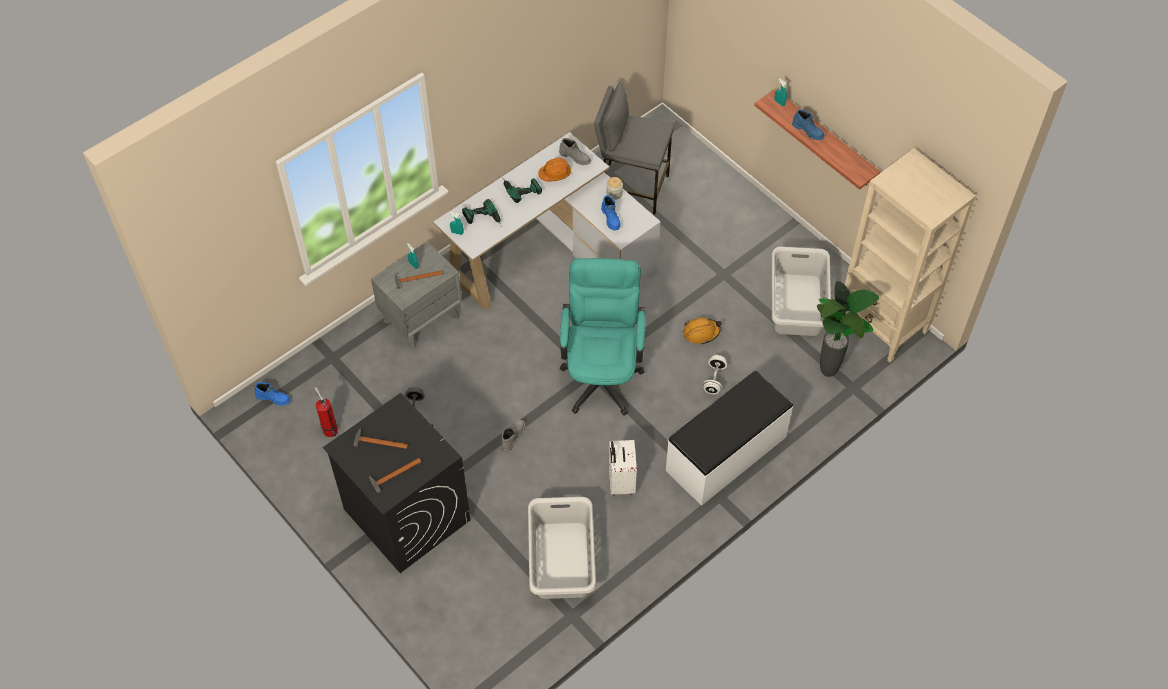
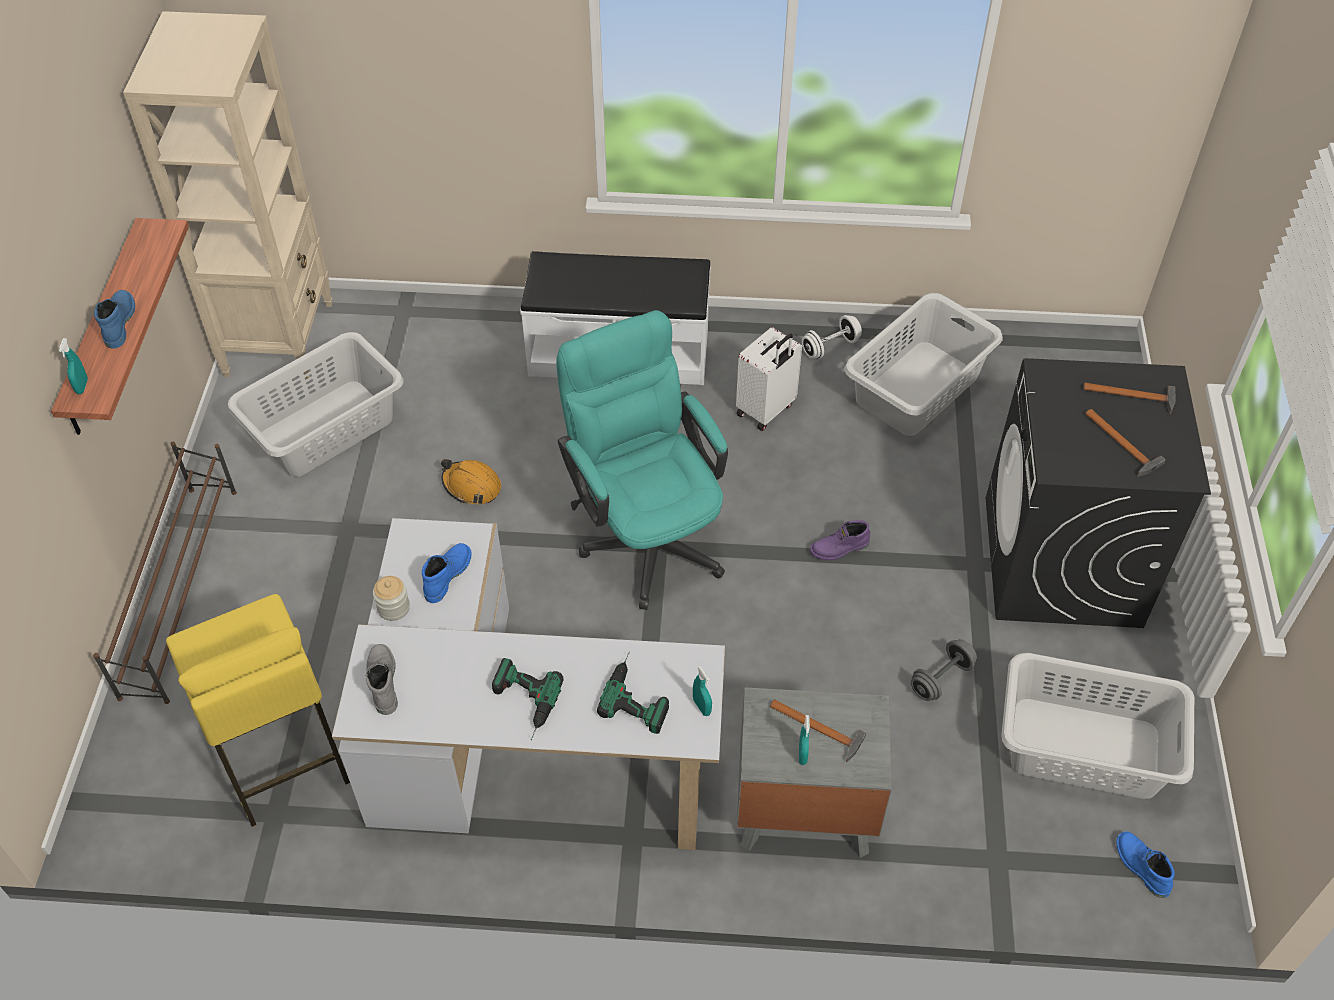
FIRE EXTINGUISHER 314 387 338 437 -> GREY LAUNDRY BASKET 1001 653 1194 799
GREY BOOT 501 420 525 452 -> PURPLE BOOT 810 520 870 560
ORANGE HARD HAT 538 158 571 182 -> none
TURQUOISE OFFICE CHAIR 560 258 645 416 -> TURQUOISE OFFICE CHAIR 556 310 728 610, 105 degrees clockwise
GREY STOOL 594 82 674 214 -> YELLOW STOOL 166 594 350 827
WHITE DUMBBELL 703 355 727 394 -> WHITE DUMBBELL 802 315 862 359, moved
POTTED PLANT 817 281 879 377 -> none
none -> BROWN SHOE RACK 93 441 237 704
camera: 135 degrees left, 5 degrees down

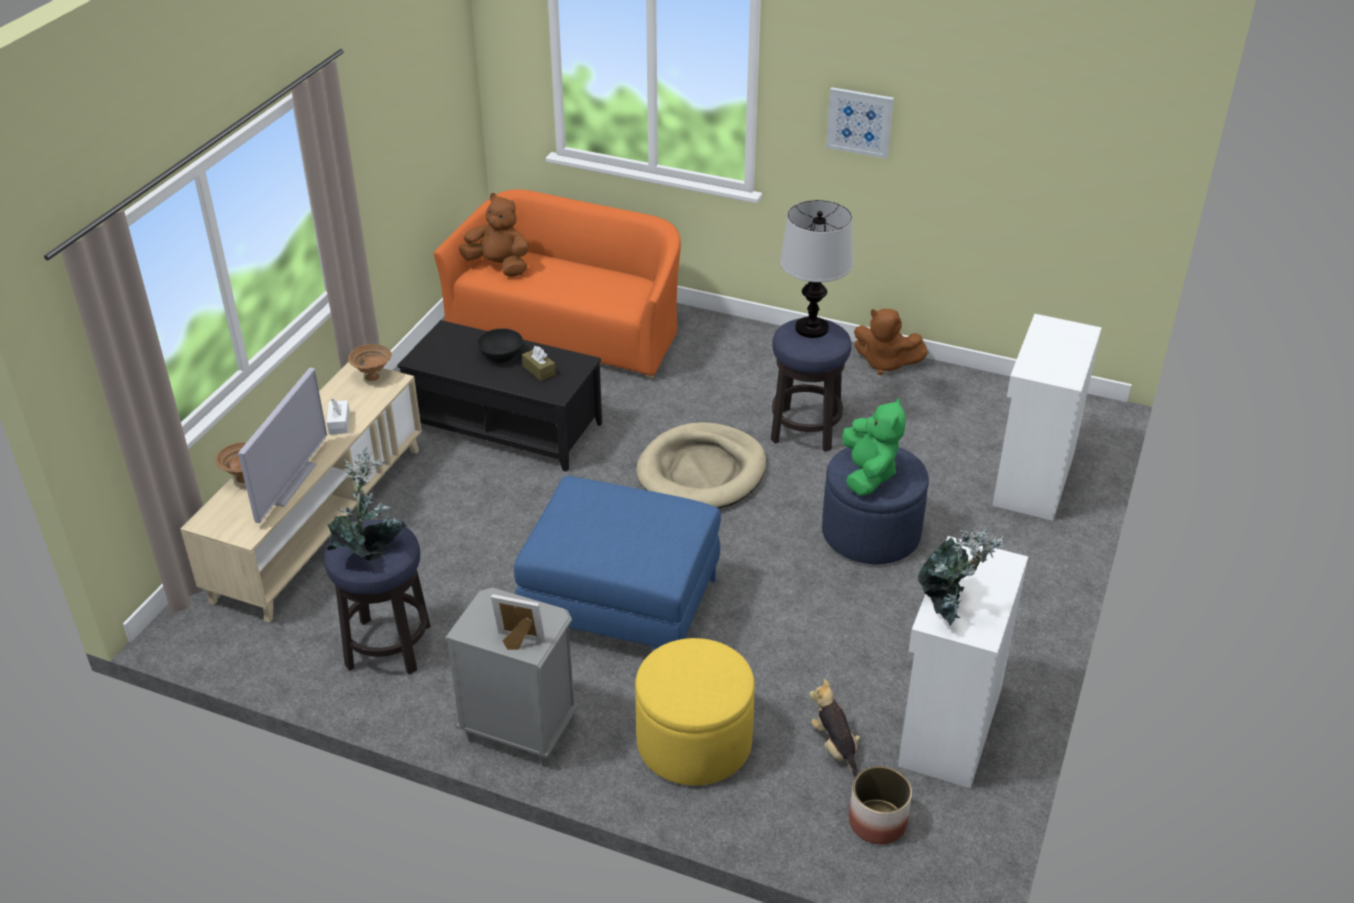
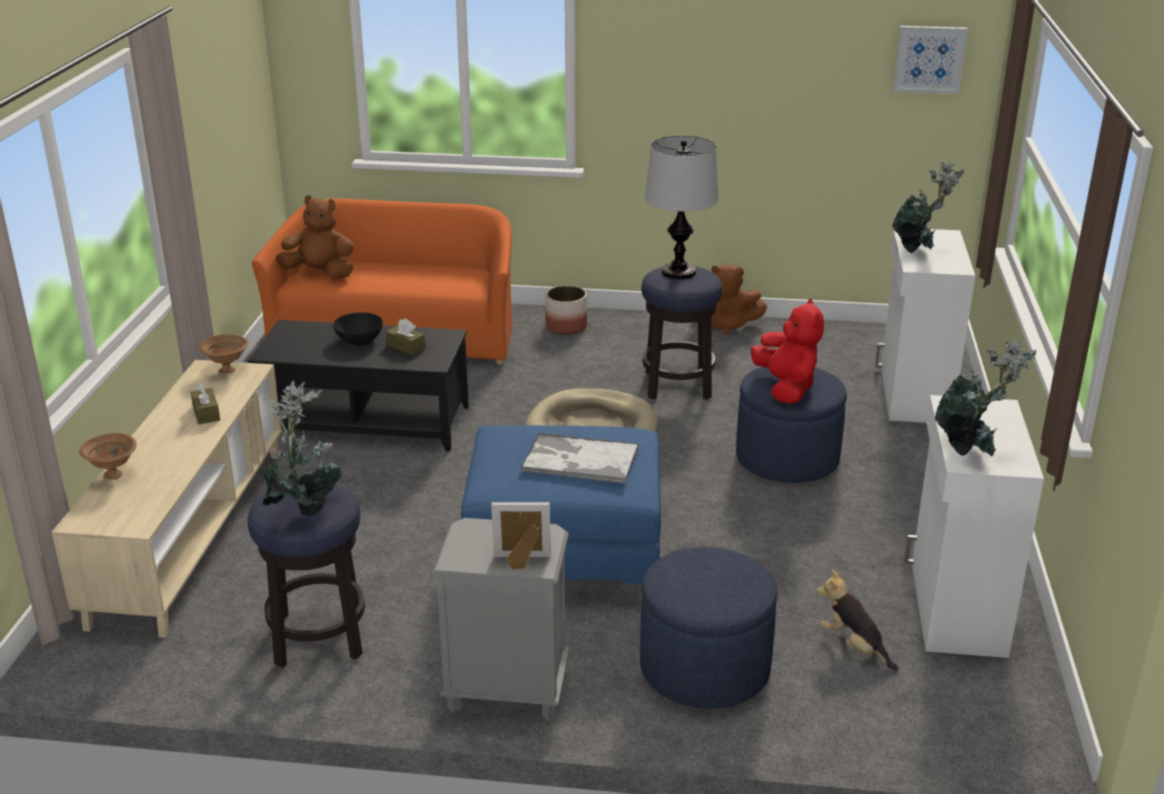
TELEVISION 238 367 327 523 -> none
WHITE TISSUE BOX 327 398 350 435 -> BROWN TISSUE BOX 191 383 220 424
YELLOW OTTOMAN 635 638 755 785 -> BLUE OTTOMAN 640 547 777 708
PICTURE 826 87 894 159 -> PICTURE 893 26 968 94, moved
GREEN PLUSH TOY 842 398 905 496 -> RED PLUSH TOY 751 299 824 404
PLANTER 849 766 912 844 -> PLANTER 546 285 587 335, moved
none -> TRAY 520 433 639 484
none -> POTTED PLANT 892 161 964 253
camera: 15 degrees left, 10 degrees down

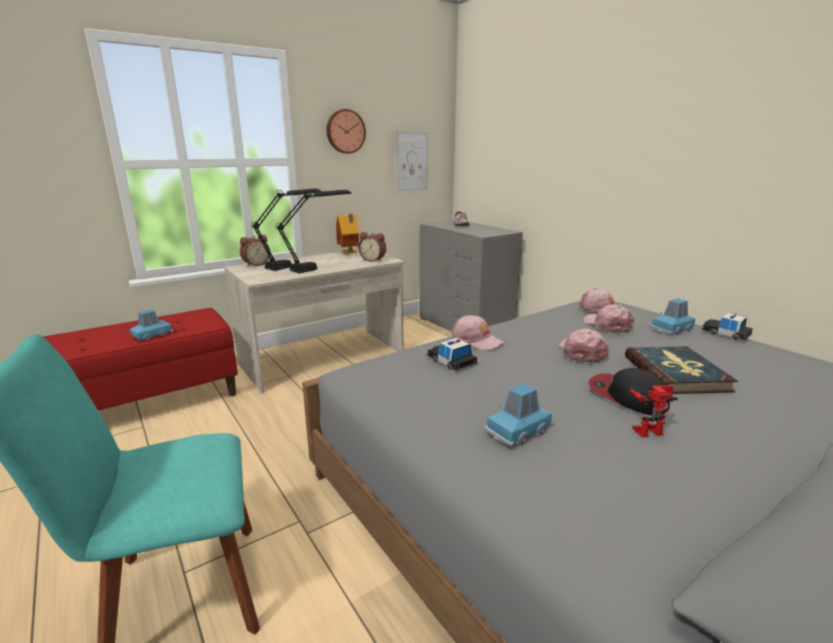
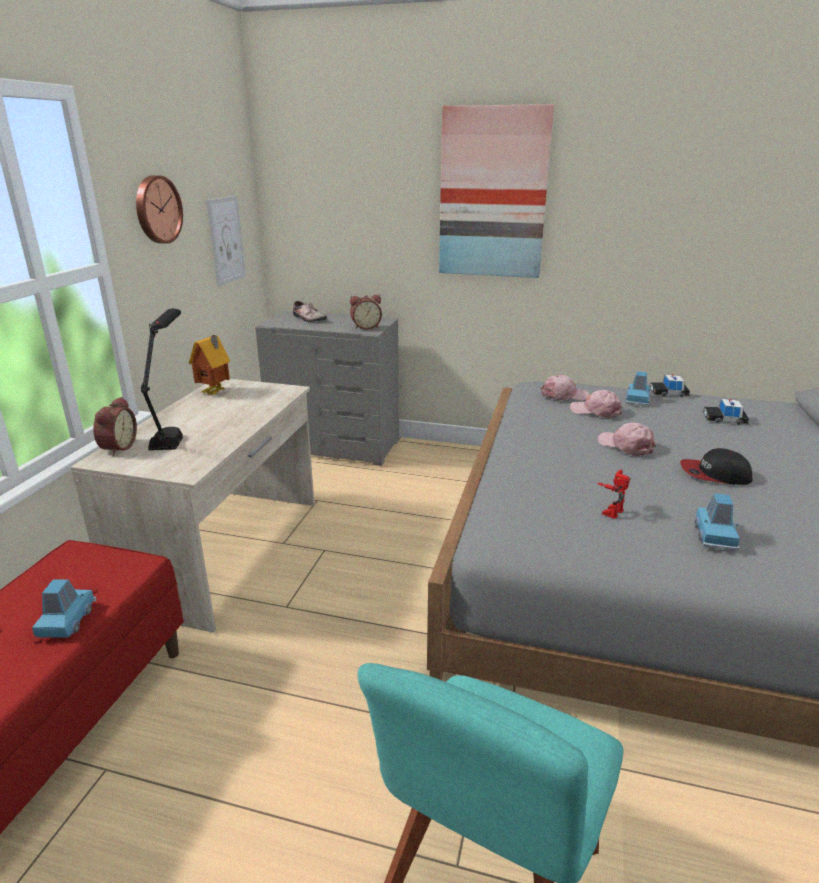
BLACK TABLE LAMP 276 190 352 273 -> none
ALARM CLOCK 358 232 386 262 -> ALARM CLOCK 350 295 382 330, moved
TOY CAR 427 338 478 371 -> TOY CAR 703 399 749 425, moved
PINK CAP 451 315 504 351 -> none
BOOK 625 346 738 394 -> none
TOY ROBOT 630 385 678 437 -> TOY ROBOT 597 469 631 519, moved
none -> PICTURE 439 104 554 278
camera: 40 degrees left, 5 degrees up

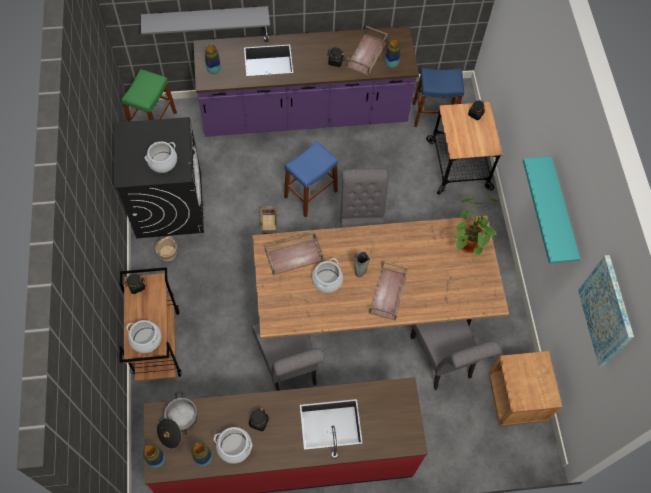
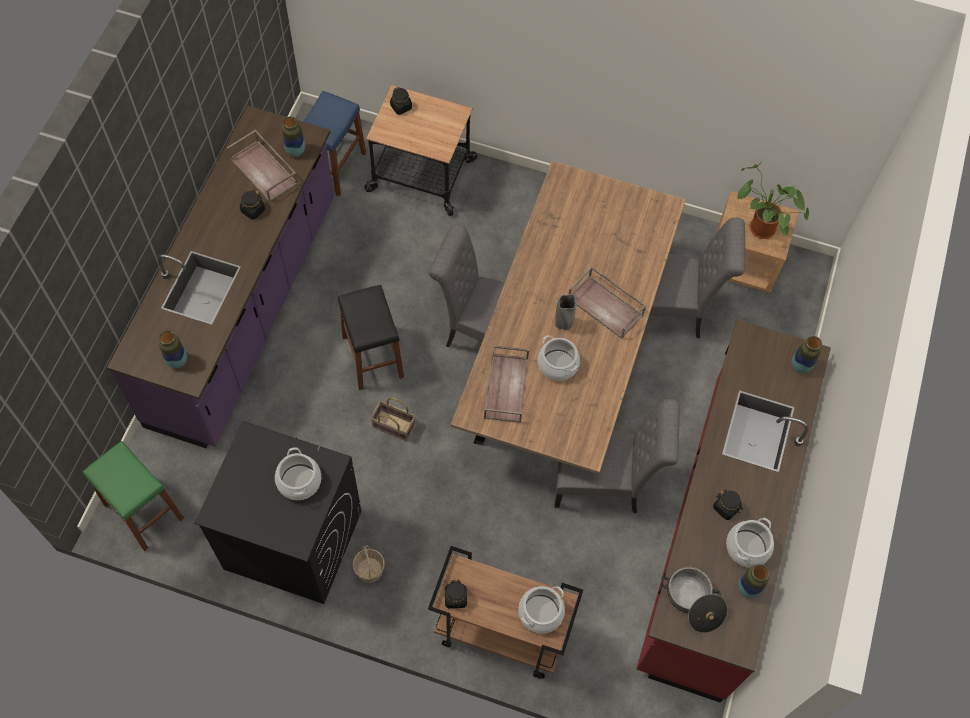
GREY SHELF 141 6 270 35 -> none
VASE 143 444 165 468 -> VASE 792 336 822 373, moved
BLUE STOOL 284 141 338 217 -> BLACK STOOL 338 285 404 390
POTTED PLANT 454 194 498 256 -> POTTED PLANT 738 161 809 239, moved
TURQUOISE SHELF 523 156 580 264 -> none
PICTURE 578 255 634 367 -> none
camera: 65 degrees left, 0 degrees up

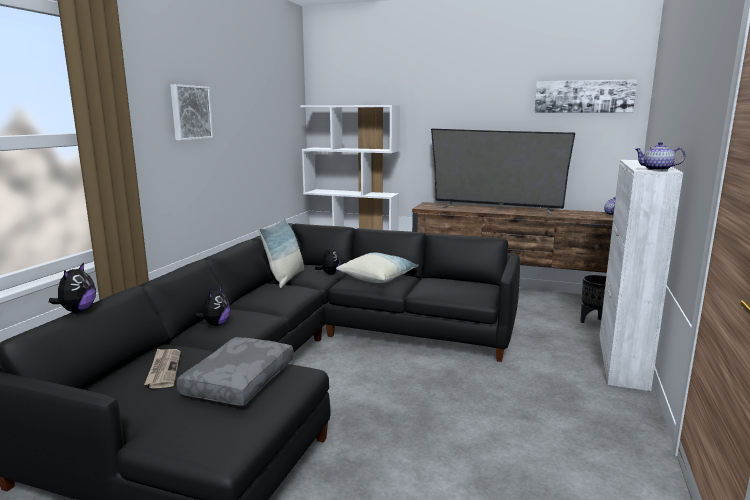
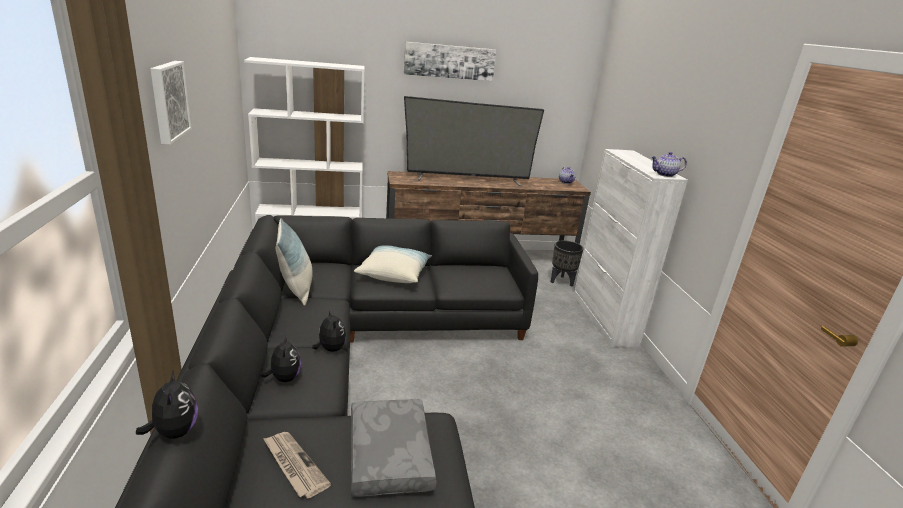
PLUSH TOY 315 244 341 275 -> PLUSH TOY 312 309 346 352, moved
PICTURE 534 79 637 113 -> PICTURE 404 42 496 81, moved
camera: 30 degrees left, 10 degrees up

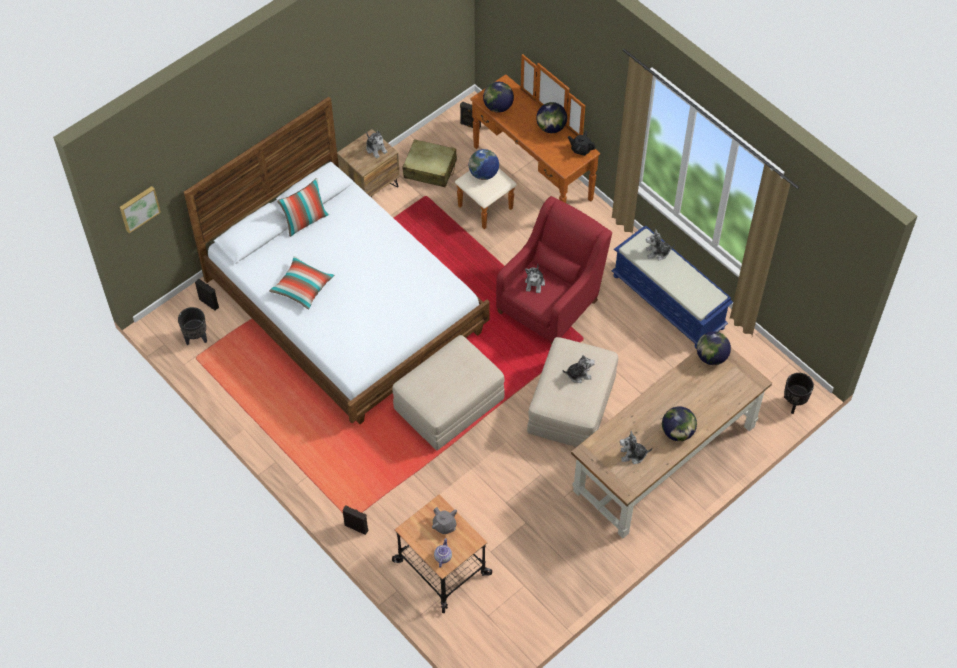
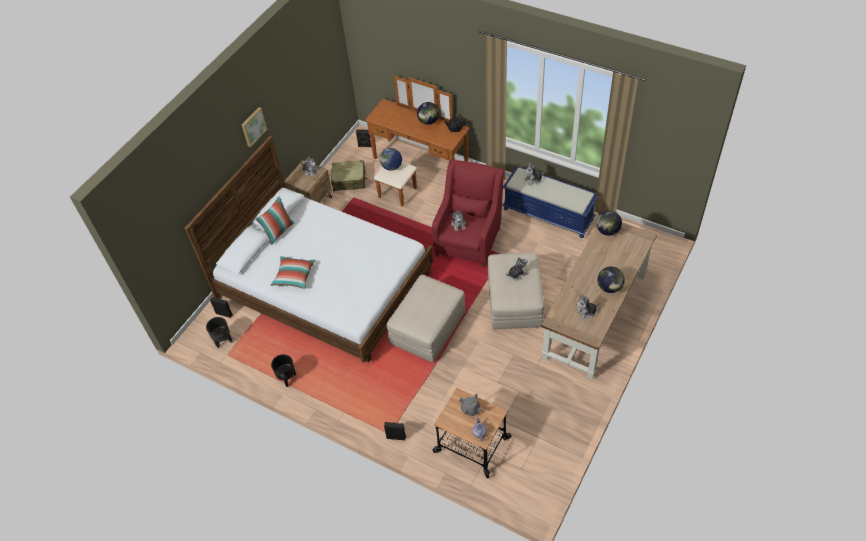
PICTURE 120 186 161 233 -> PICTURE 242 107 267 147, moved
GLOBE 483 82 514 113 -> none
BLACK PLANTER 784 373 814 414 -> BLACK PLANTER 271 354 296 387, moved
camera: 15 degrees left, 5 degrees down

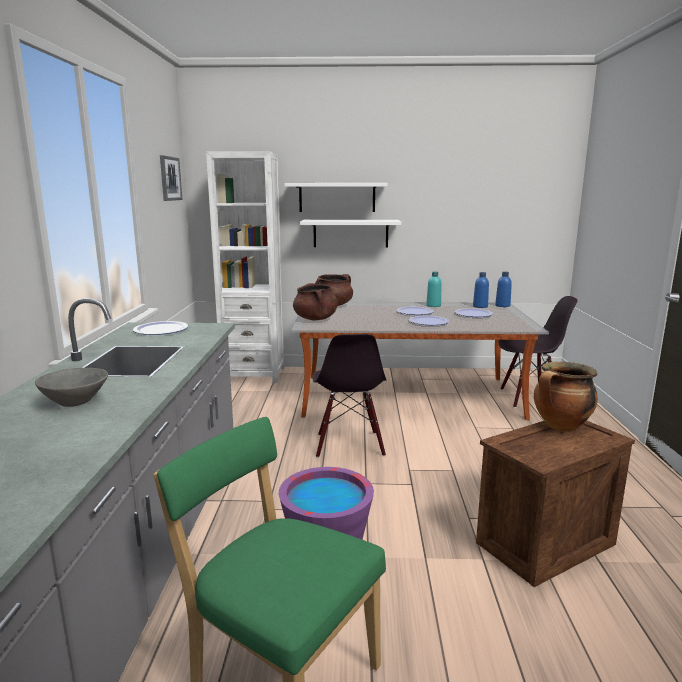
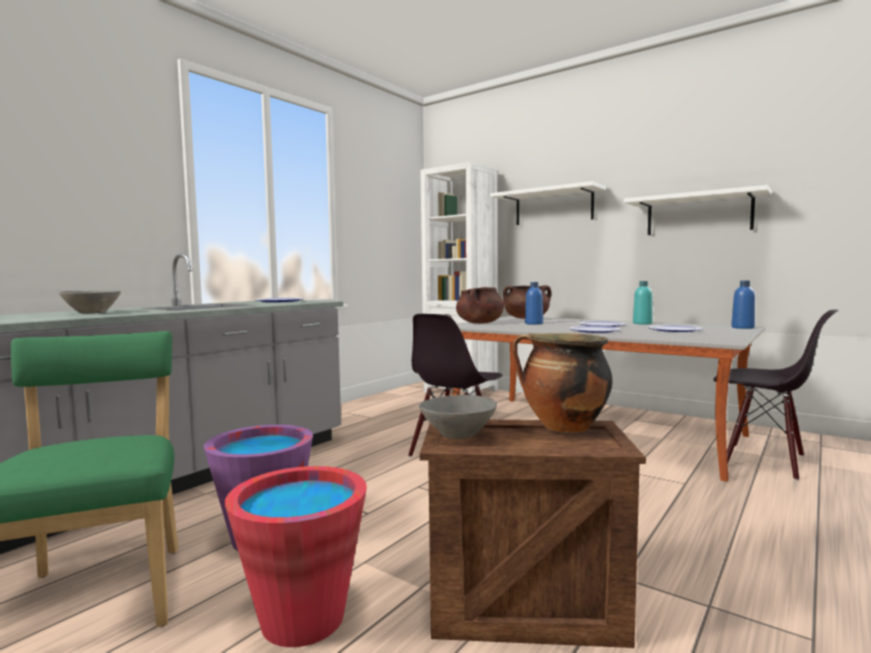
PICTURE 160 155 182 201 -> none
WHITE SHELF 300 220 401 248 -> WHITE SHELF 624 185 772 235, moved
BLUE BOTTLE 473 272 489 308 -> BLUE BOTTLE 525 282 543 325, moved
none -> RED BUCKET 225 466 367 647
none -> GREY BOWL 419 395 497 439
camera: 35 degrees right, 10 degrees down

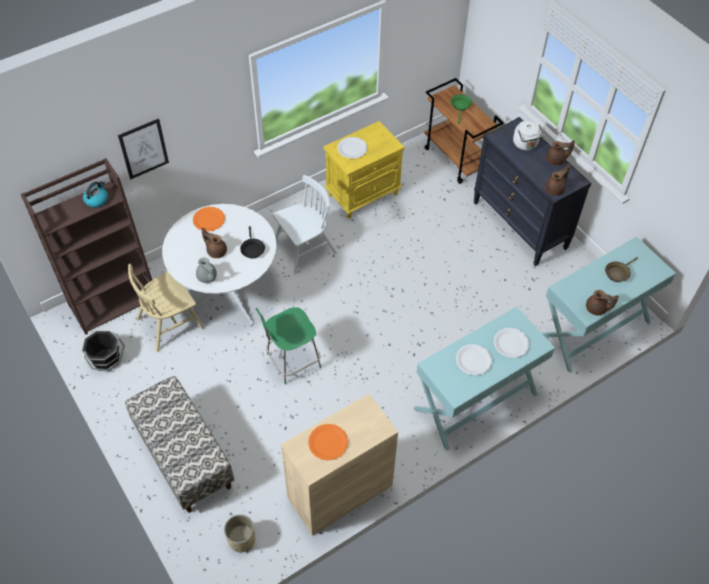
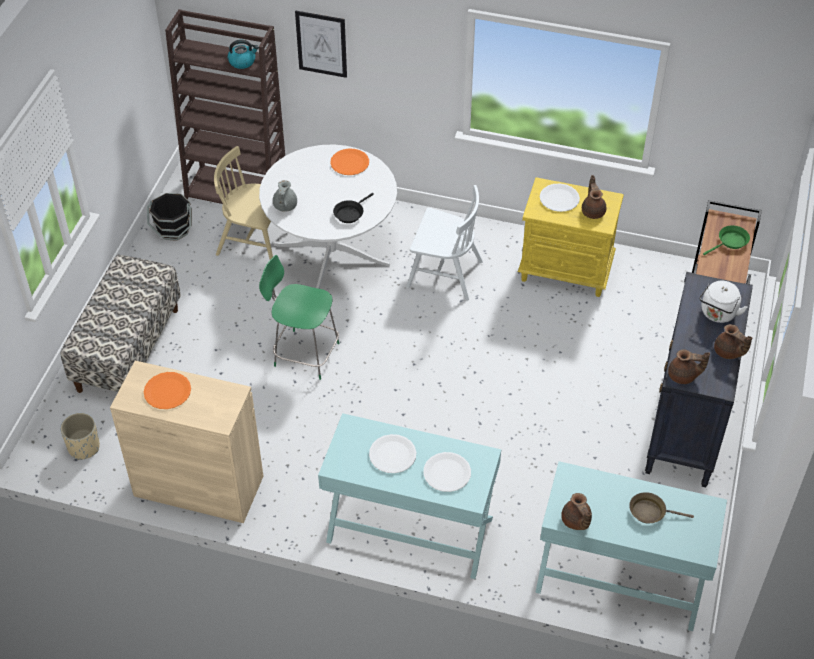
BROWN TEAPOT 201 228 227 258 -> BROWN TEAPOT 582 175 606 219, moved
camera: 50 degrees right, 5 degrees down

